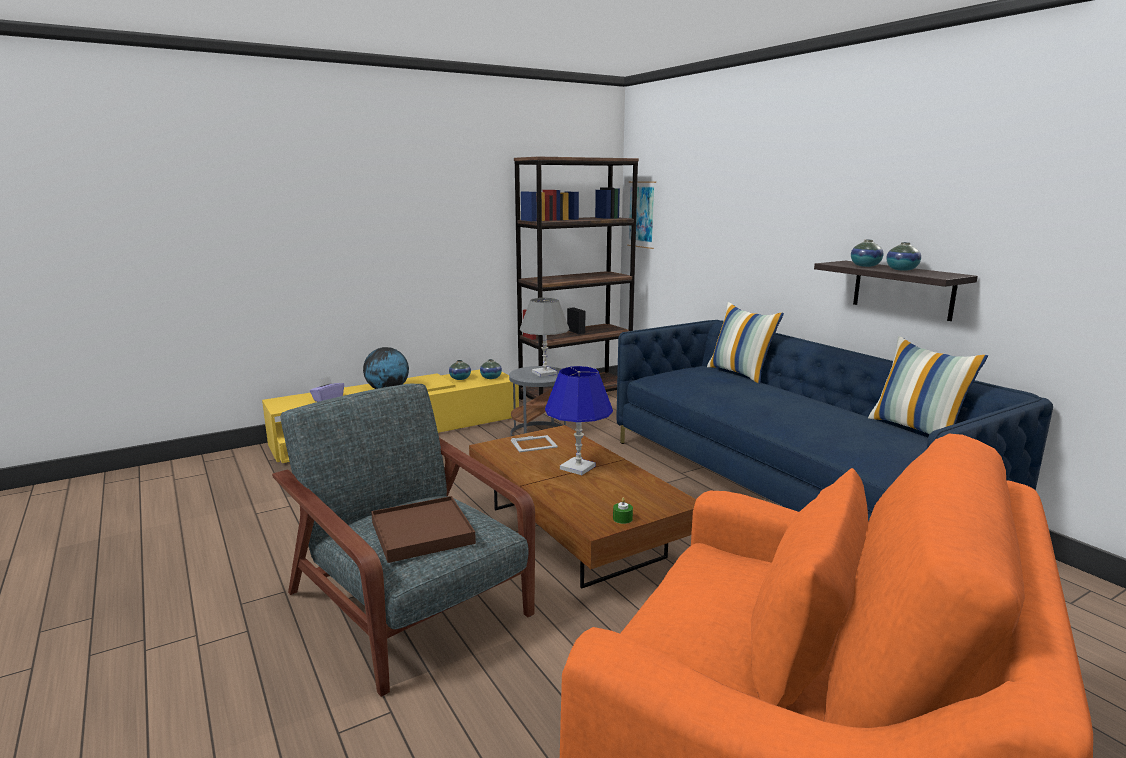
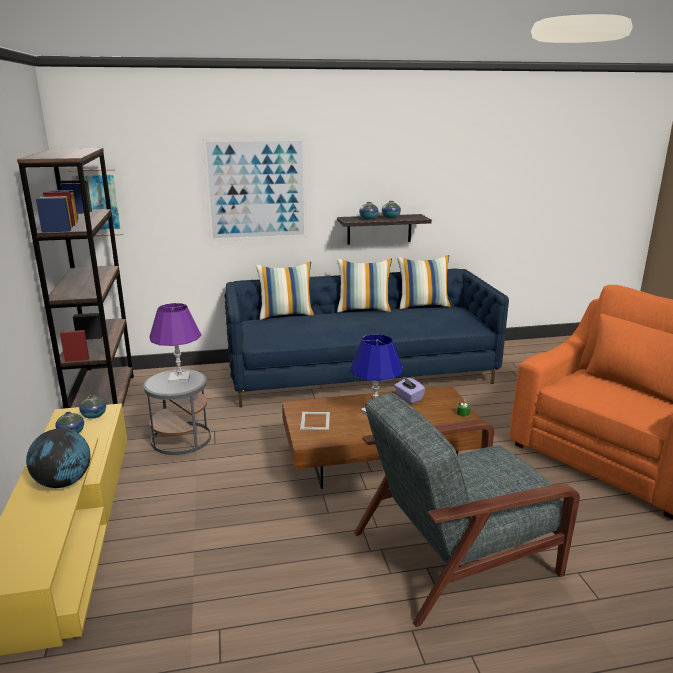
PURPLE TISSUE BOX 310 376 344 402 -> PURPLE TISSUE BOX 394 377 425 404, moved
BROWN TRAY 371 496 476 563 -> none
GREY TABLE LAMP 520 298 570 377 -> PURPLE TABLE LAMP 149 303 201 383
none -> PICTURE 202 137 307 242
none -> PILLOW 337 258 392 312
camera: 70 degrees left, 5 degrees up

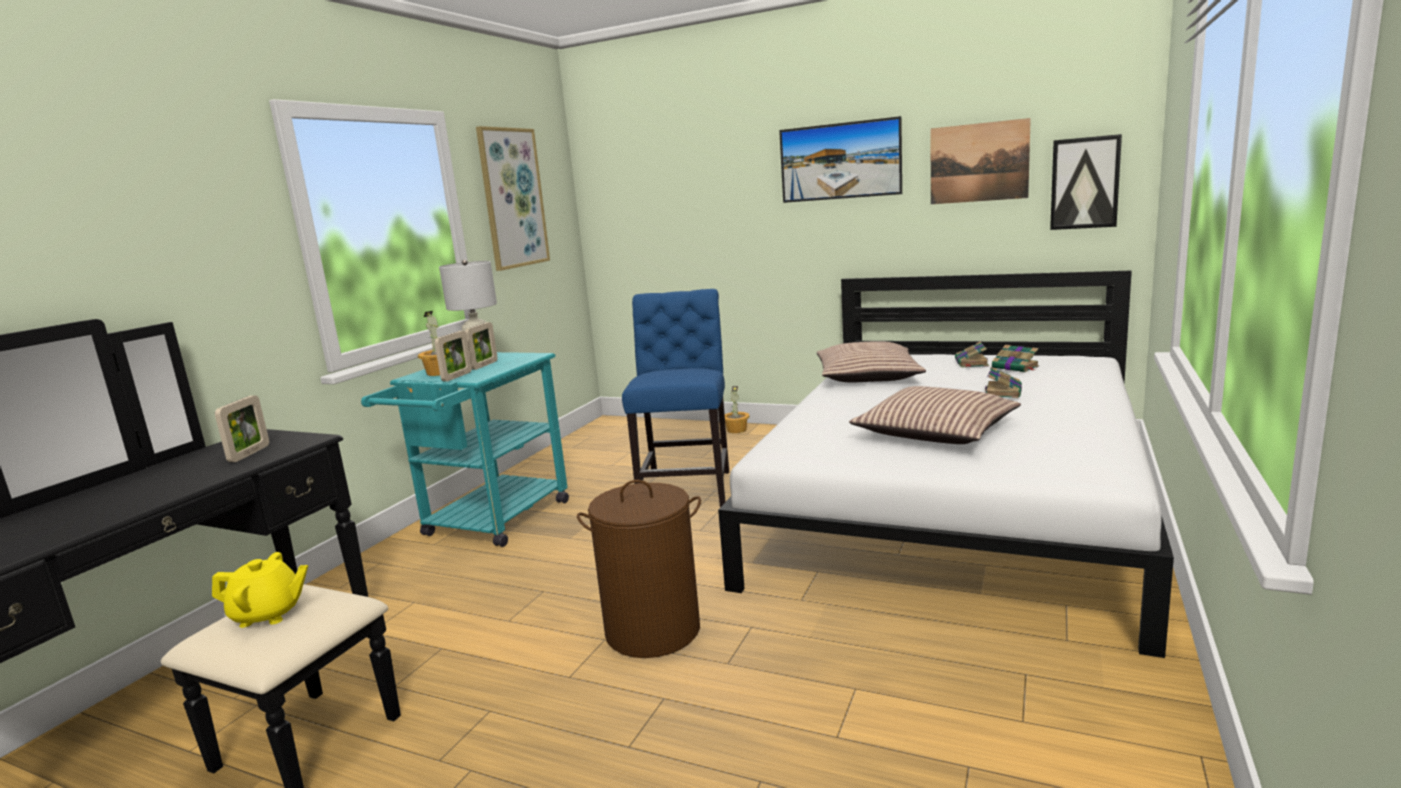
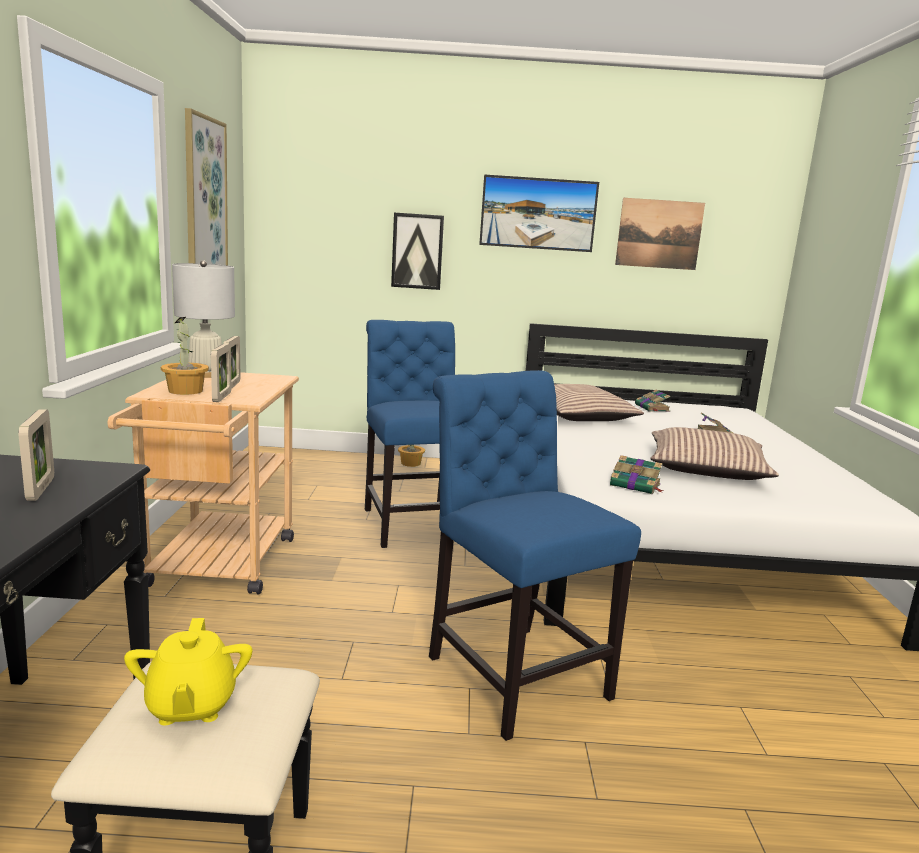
YELLOW TEAPOT 212 552 308 628 -> YELLOW TEAPOT 124 618 252 725, 105 degrees clockwise
TURQUOISE CART 361 352 569 547 -> BEIGE CART 108 372 299 595
BROWN LAUNDRY BASKET 577 480 701 658 -> BLUE CHAIR 429 370 641 741
BOOK 992 345 1039 372 -> BOOK 610 455 664 494, moved
PICTURE 1050 134 1122 230 -> PICTURE 391 213 444 290, moved
camera: 25 degrees left, 0 degrees up

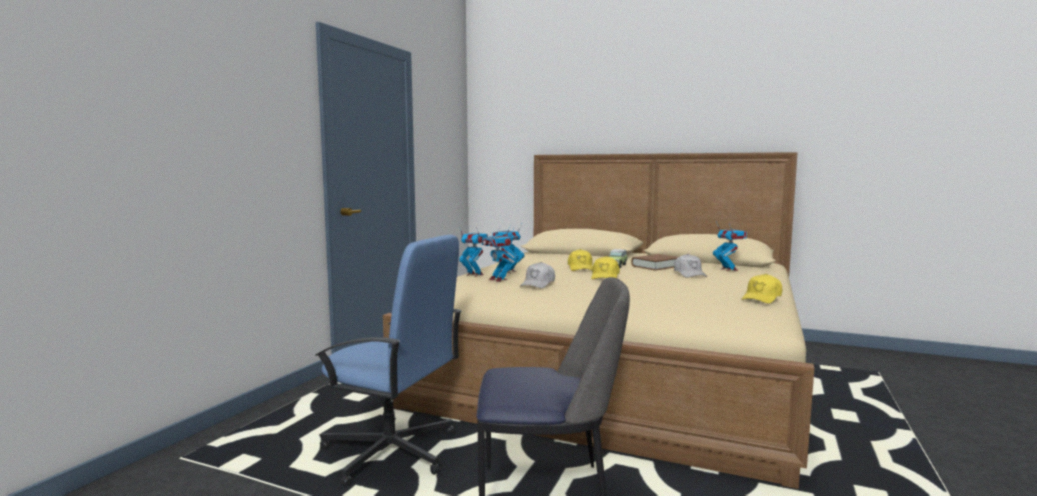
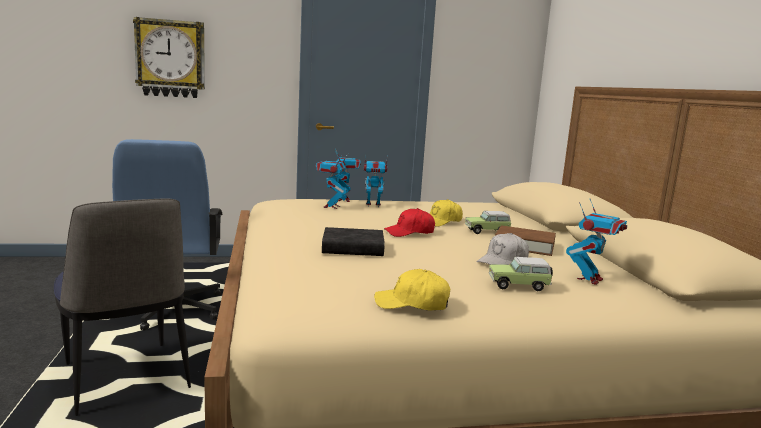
WHITE CAP 520 262 555 288 -> none
YELLOW CAP 591 256 620 279 -> RED CAP 384 208 435 237
none -> WALL CLOCK 133 17 205 98
none -> BLACK BOOK 322 227 385 256
none -> TOY CAR 489 257 553 291
camera: 55 degrees right, 5 degrees up

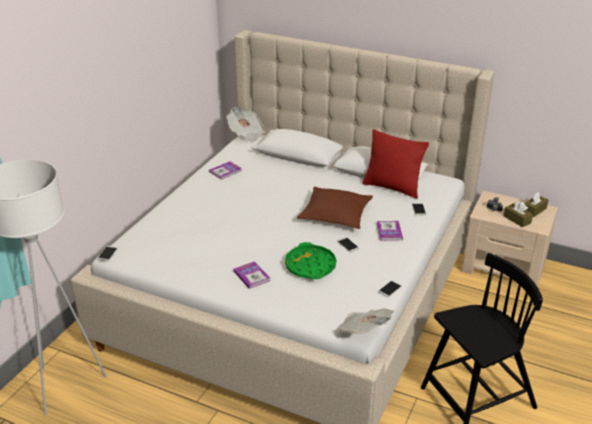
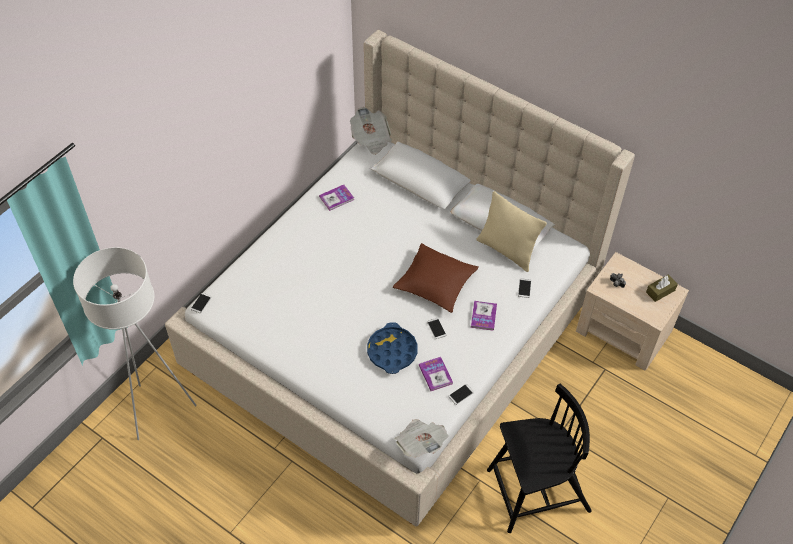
BOOK 233 261 270 289 -> BOOK 419 357 453 391, moved
GREEN TRAY 285 242 336 279 -> BLUE TRAY 367 322 418 374
RED PILLOW 362 129 429 199 -> BEIGE PILLOW 477 191 547 272
BROWN TISSUE BOX 503 201 533 227 -> none
camera: 10 degrees right, 20 degrees up

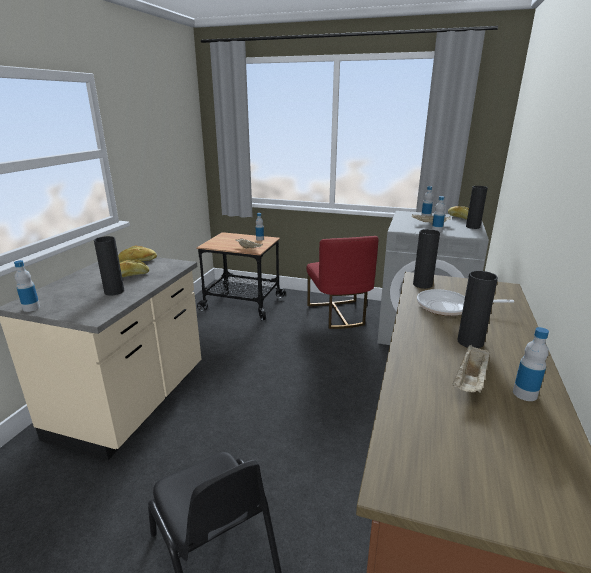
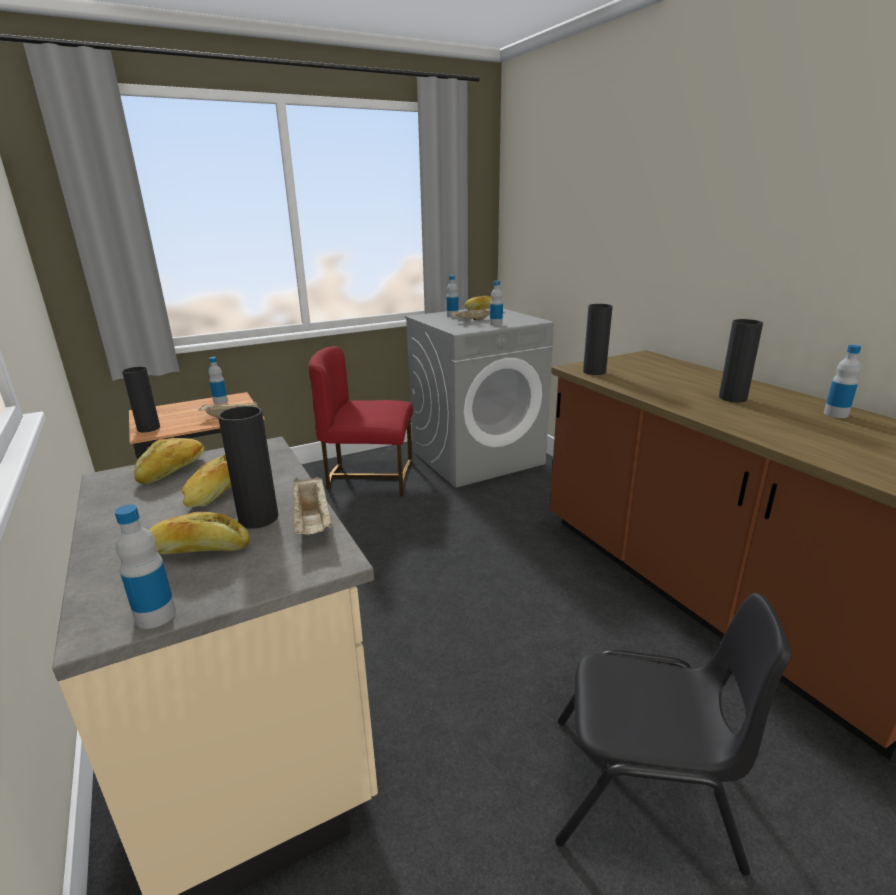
RED CHAIR 306 236 379 329 -> RED CHAIR 308 346 413 496, 150 degrees clockwise
FRYING PAN 417 289 514 316 -> none
BEIGE TRAY 453 345 491 393 -> BEIGE TRAY 293 477 332 535, moved
BLACK VASE 466 186 488 229 -> BLACK VASE 122 367 160 432, moved
none -> BREAD 149 512 250 554
camera: 45 degrees left, 0 degrees up

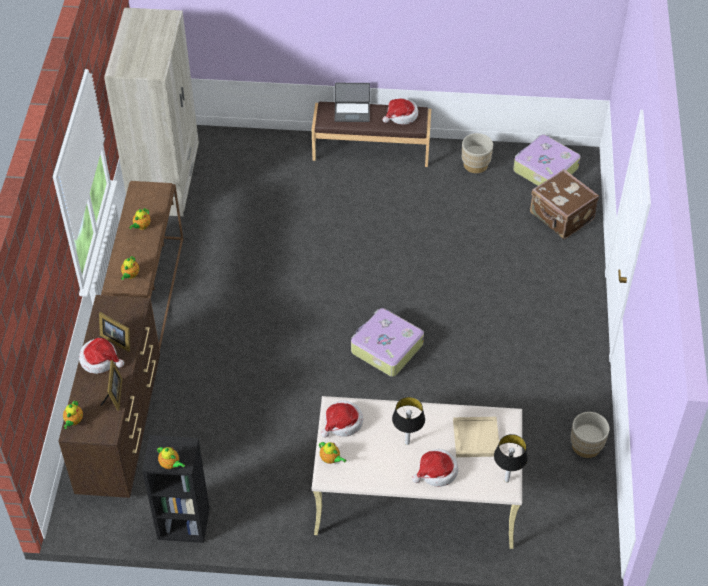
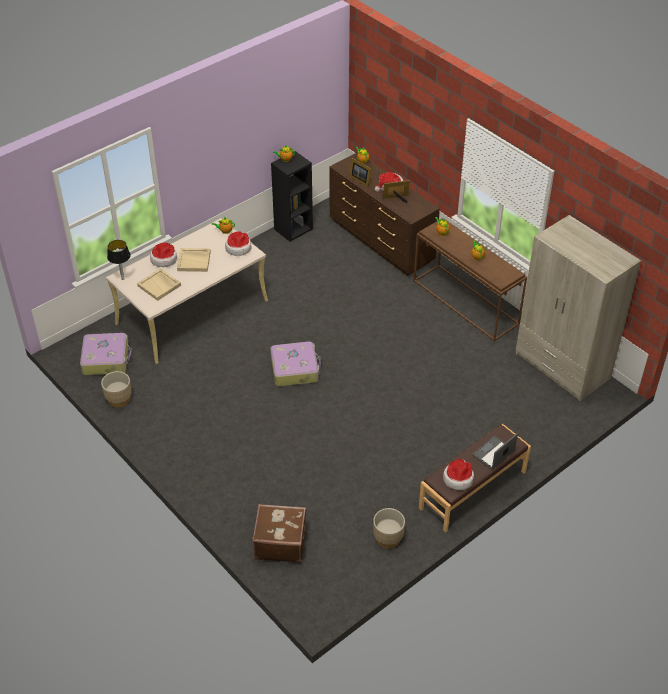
TABLE LAMP 392 397 425 445 -> BEIGE TRAY 177 248 211 272
SUITCASE 513 134 580 186 -> SUITCASE 80 333 132 375, moved
camera: 135 degrees right, 5 degrees down

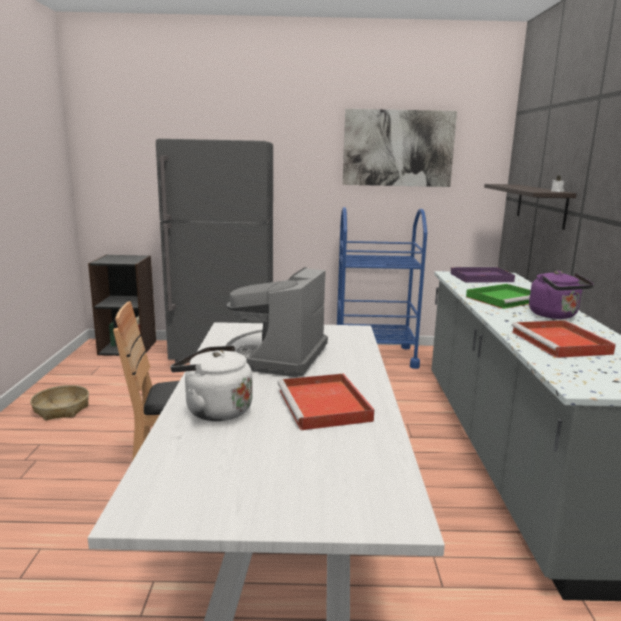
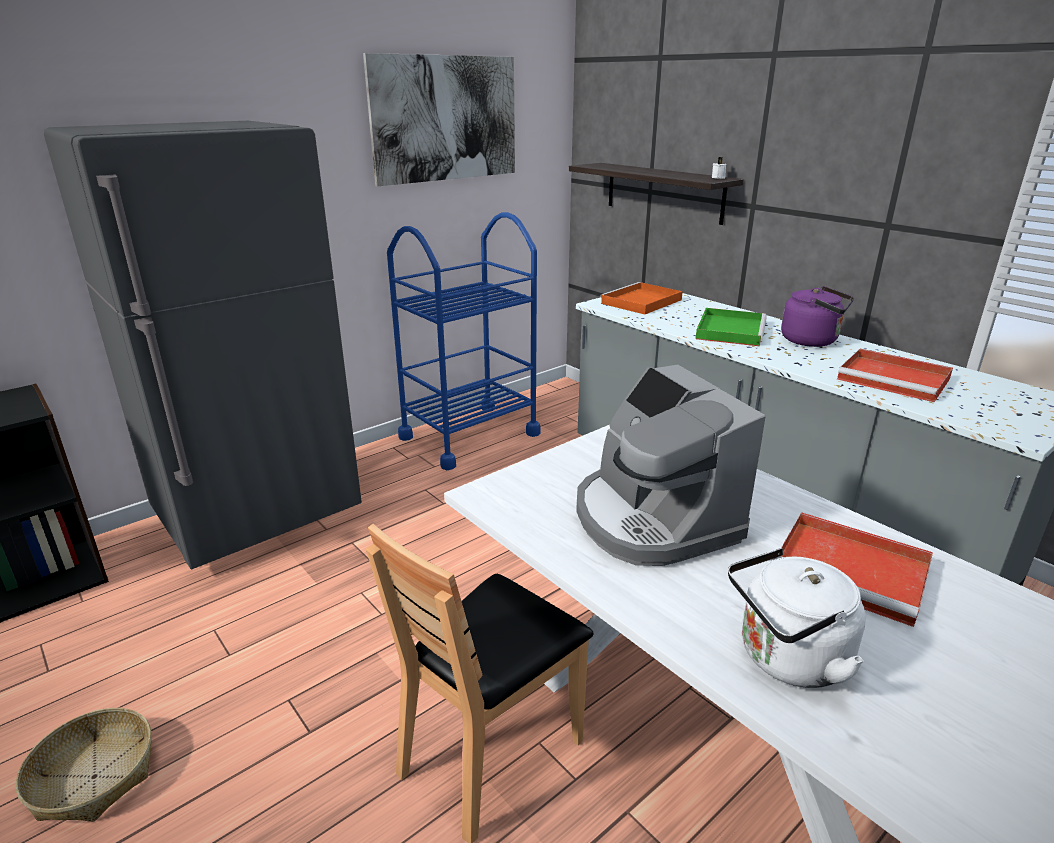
PURPLE TRAY 450 267 515 283 -> ORANGE TRAY 600 282 683 315
camera: 40 degrees left, 10 degrees up

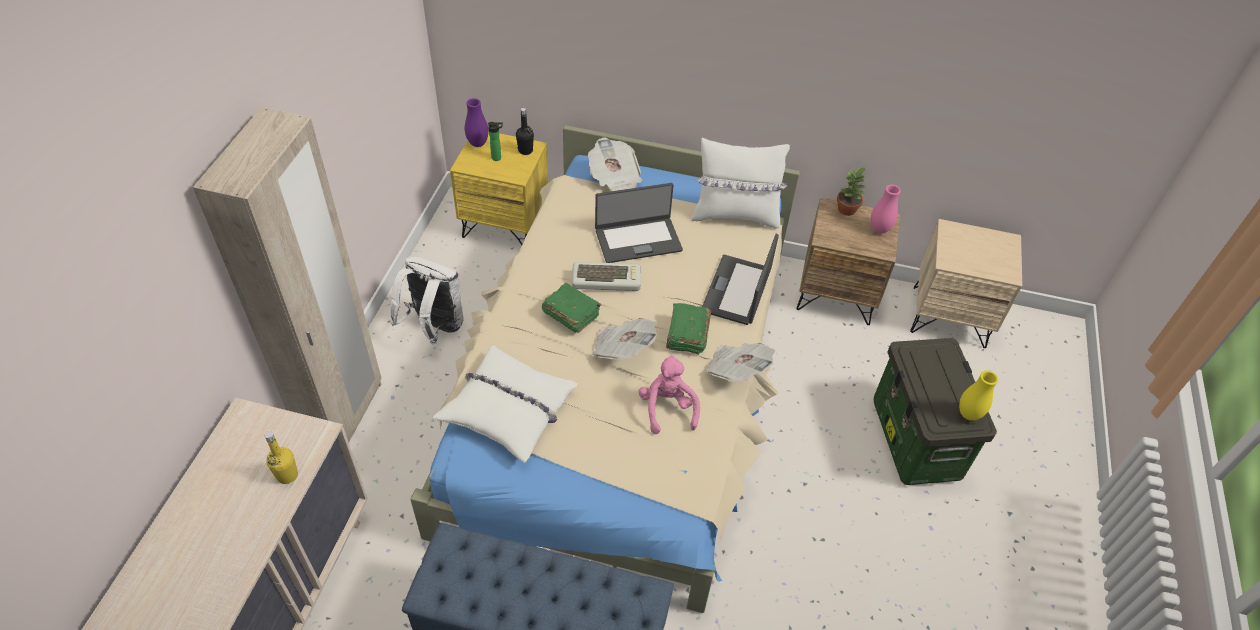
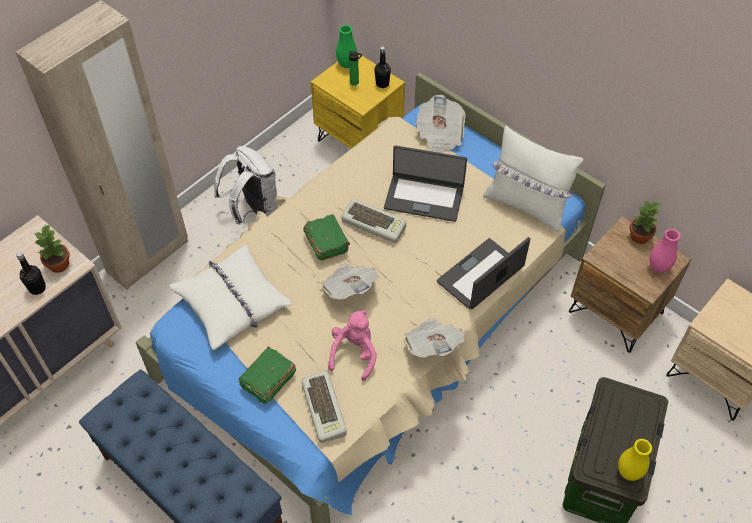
YELLOW BOTTLE 264 431 298 484 -> BLACK BOTTLE 16 251 46 295
PURPLE VASE 465 98 488 147 -> GREEN VASE 336 25 357 68
GREEN BOOK 666 303 711 355 -> GREEN BOOK 239 346 296 404, moved
none -> POTTED PLANT 34 225 70 273
none -> KEYBOARD 302 371 347 443
camera: 30 degrees right, 5 degrees up

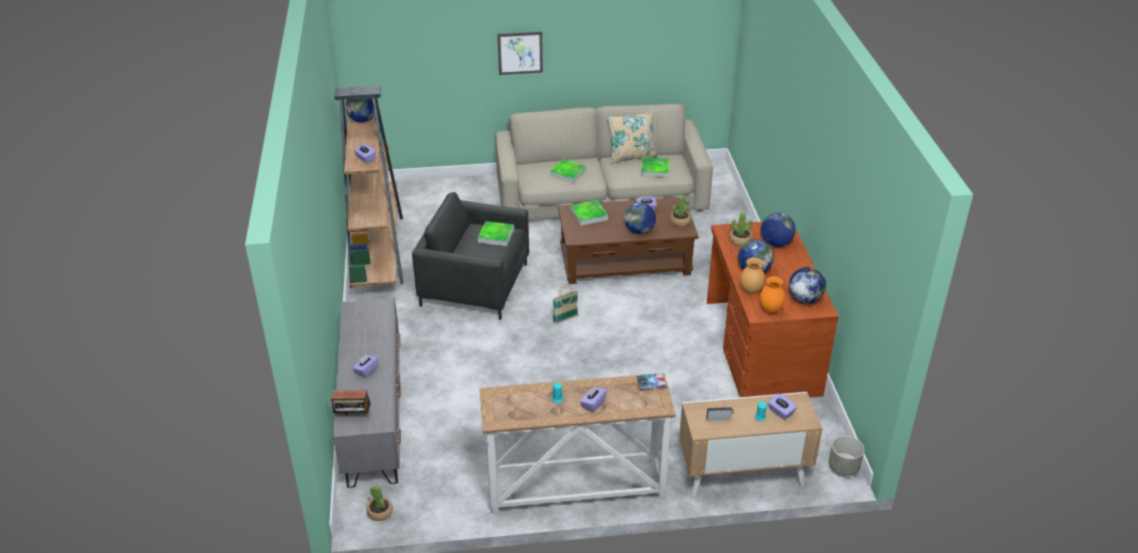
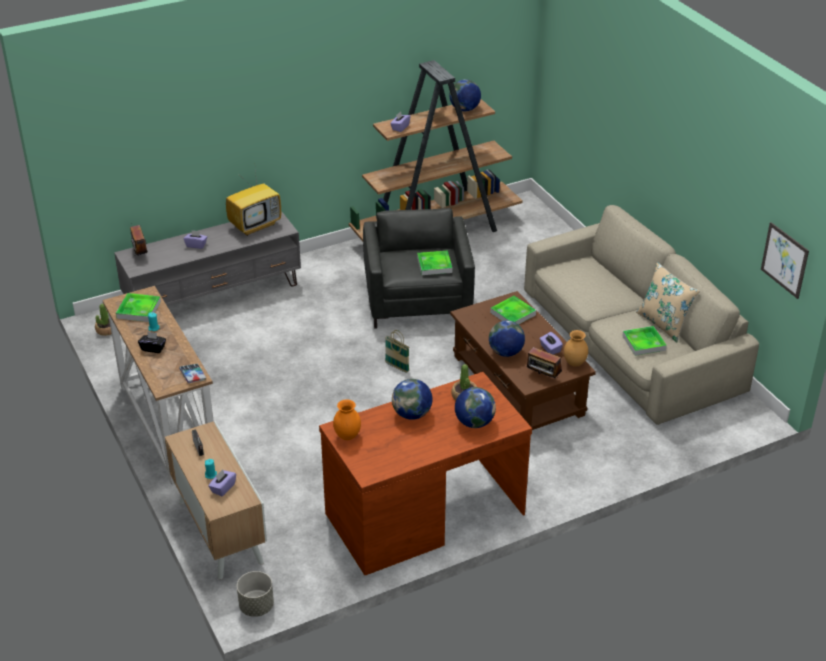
PICTURE 497 32 543 75 -> PICTURE 761 222 809 299, moved
TRAY 549 159 587 183 -> TRAY 116 293 161 322, moved
PURPLE TISSUE BOX 580 386 607 412 -> BLACK TISSUE BOX 138 331 166 353
POTTED PLANT 670 196 691 227 -> RADIO 527 347 562 379
BROWN VASE 740 258 765 294 -> BROWN VASE 564 330 588 367, moved
GLOBE 789 267 826 304 -> none
none -> TELEVISION 226 170 281 236
camera: 70 degrees right, 0 degrees up

